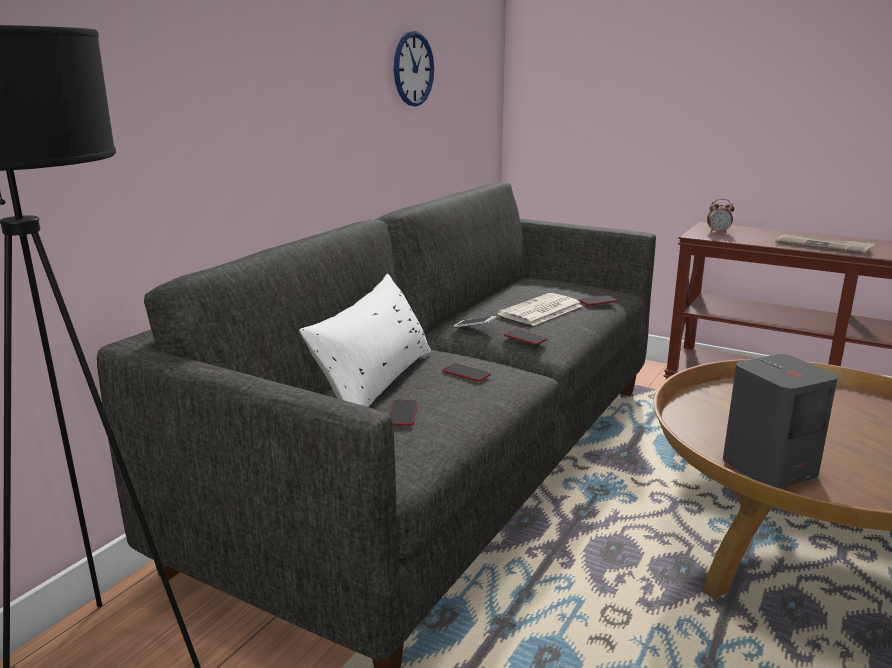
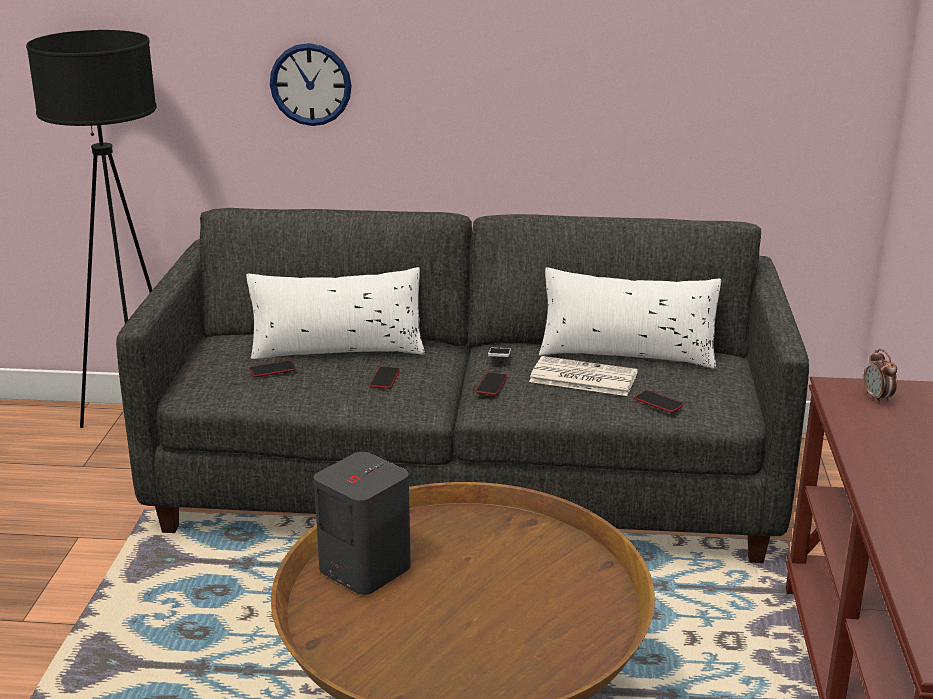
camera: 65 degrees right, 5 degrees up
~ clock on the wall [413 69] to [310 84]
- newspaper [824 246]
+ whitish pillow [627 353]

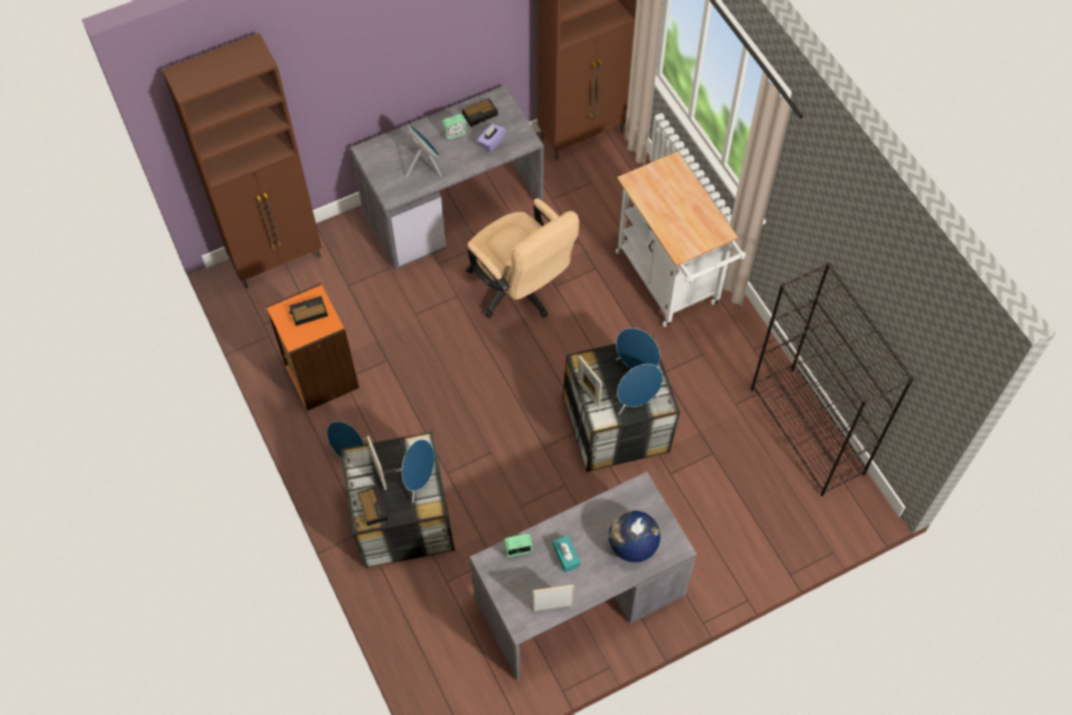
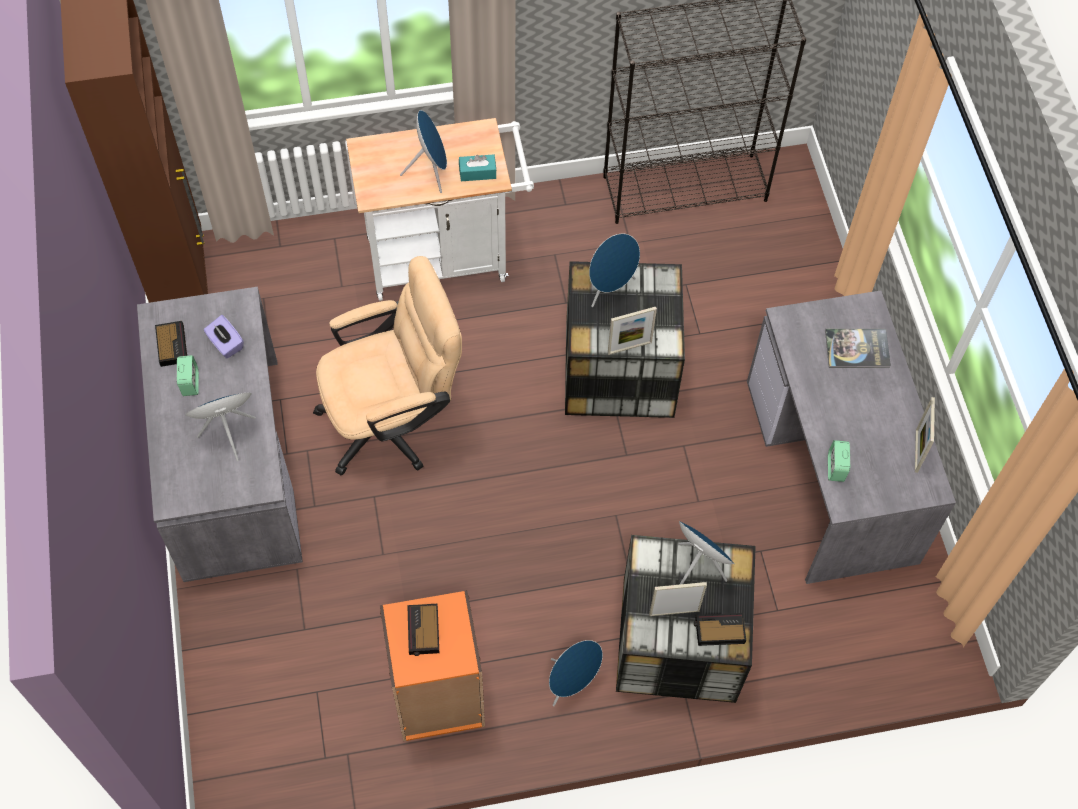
camera: 75 degrees left, 0 degrees up
- brownish storage cabinet [278 260]
~ turquoise-coloured box of tissues [566 556] to [477 172]
~ desk globe [632 545] to bound book [857 349]
~ blue-coloured speaker [636 401] to [431 171]

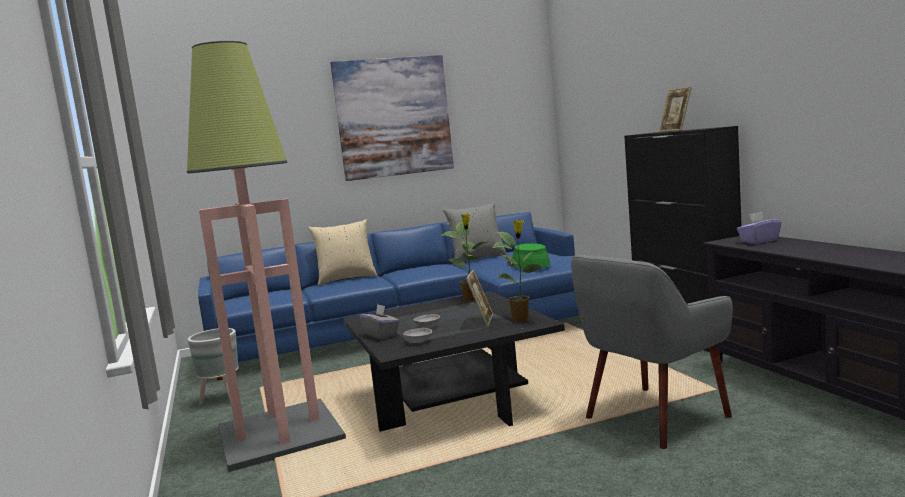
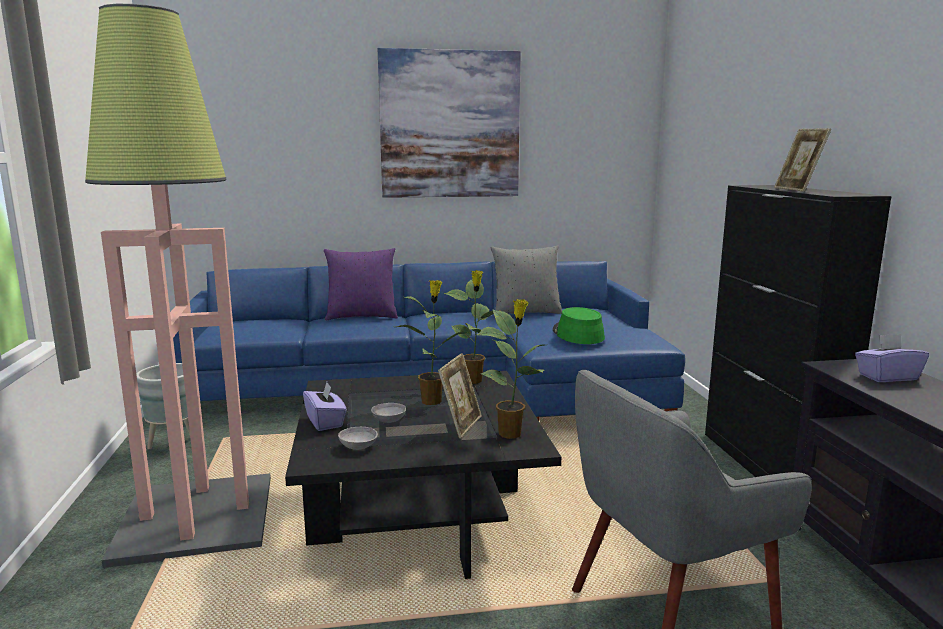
camera: 10 degrees right, 5 degrees up
~ beige-coloured pillow [346 279] to purple pillow [362 316]
~ grey box of tissues [381 335] to purple box of tissues [325 422]
+ potted plant [432 401]

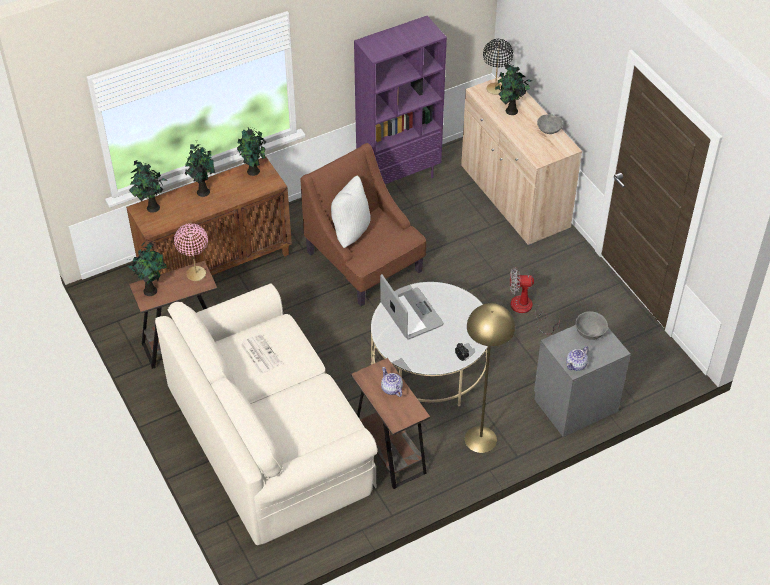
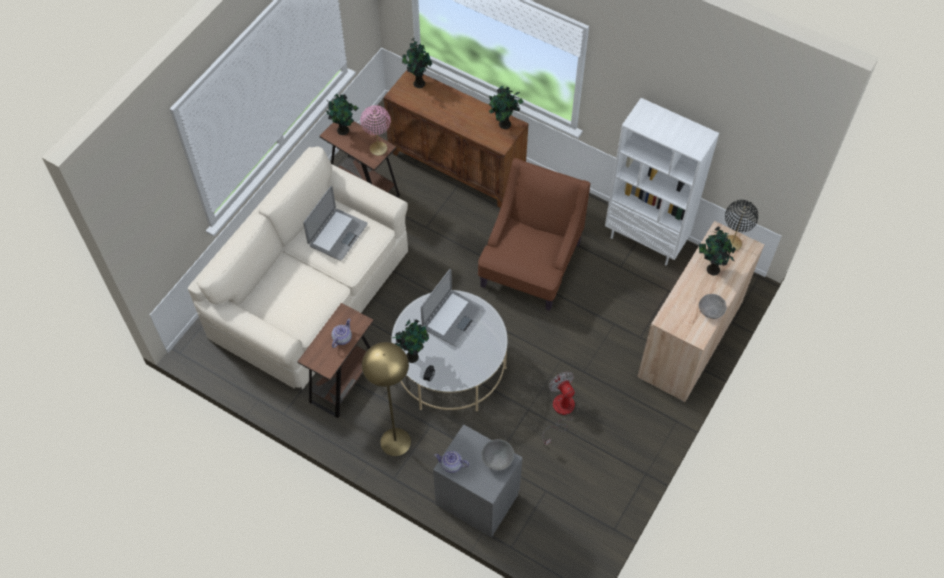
camera: 60 degrees right, 10 degrees up
~ potted plant [202 191] to [412 355]
~ newspaper [260 354] to portable computer [337 234]
- whitish pillow [350 231]
~ purple bookcase [399 178] to whitish bookcase [646 240]

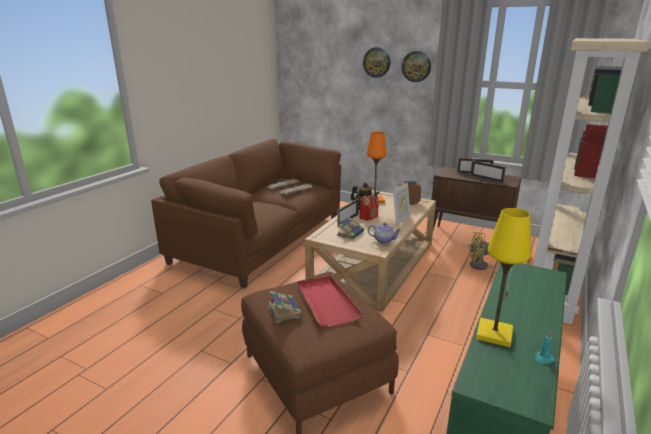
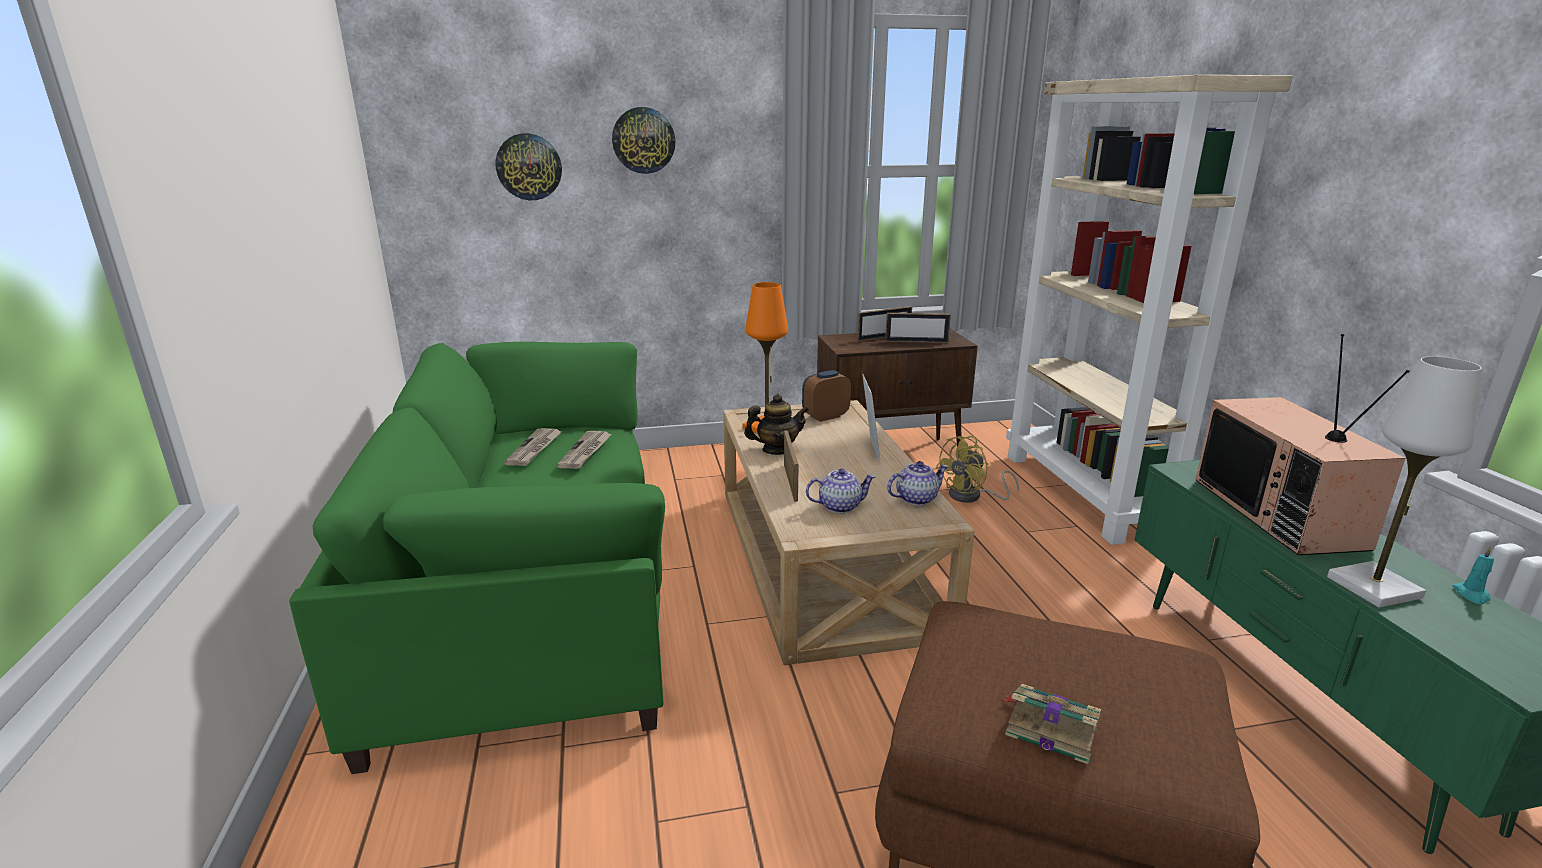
camera: 40 degrees left, 0 degrees up
~ brownish settee [261 239] to green-coloured settee [532 596]
- red serving tray [326 302]
~ bound book [350 233] to pot for tea [840 506]
- radio [369 217]
~ clock on the wall [416 66] to [529 167]
~ yellowish tabletop lamp [494 334] to whitish tabletop lamp [1373 587]
+ TV set [1282 513]

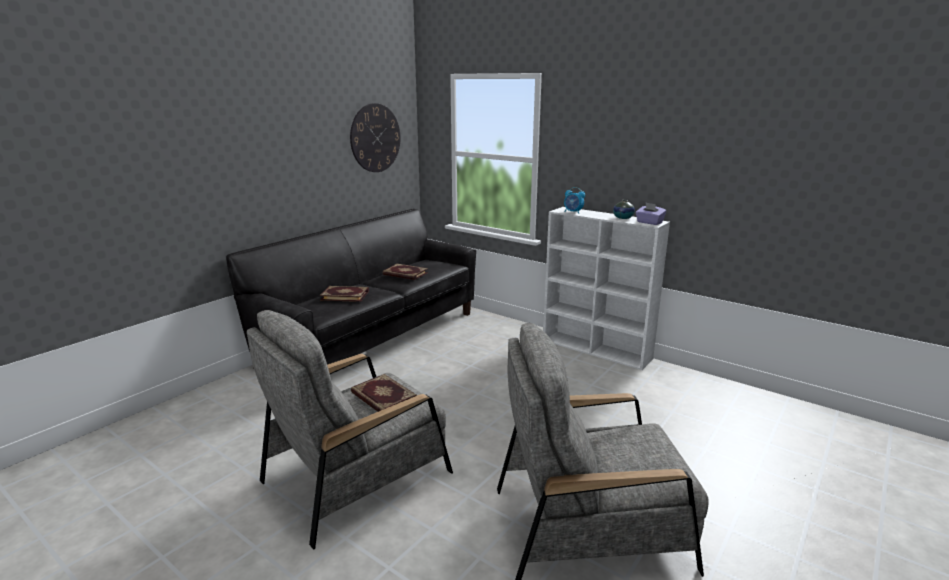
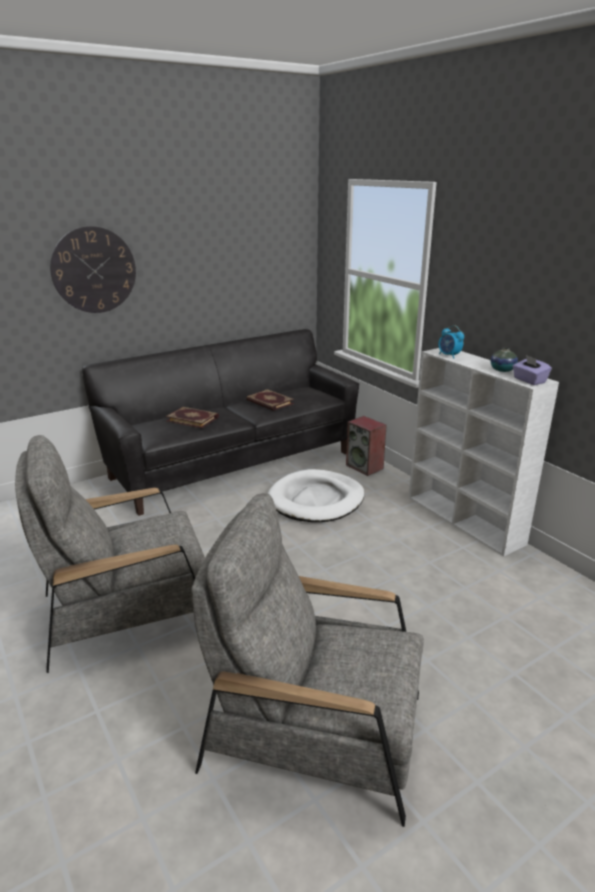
camera: 20 degrees right, 5 degrees up
~ clock on the wall [375 138] to [94 270]
- bound book [382 397]
+ whitish dog bed [316 500]
+ speaker [365 467]

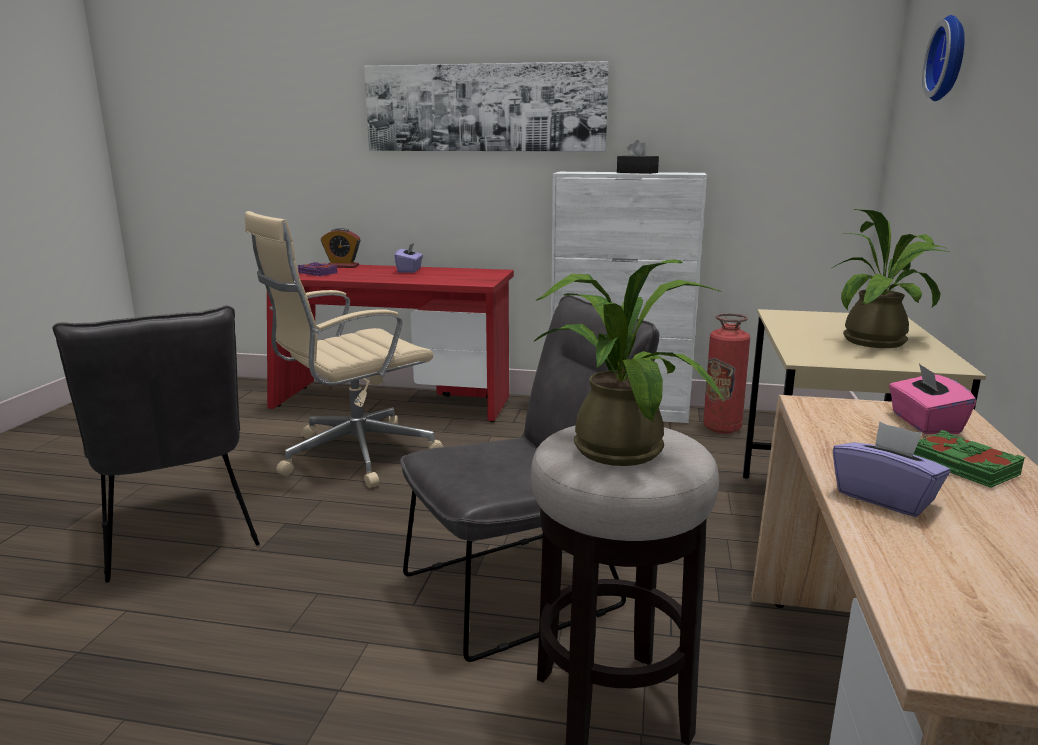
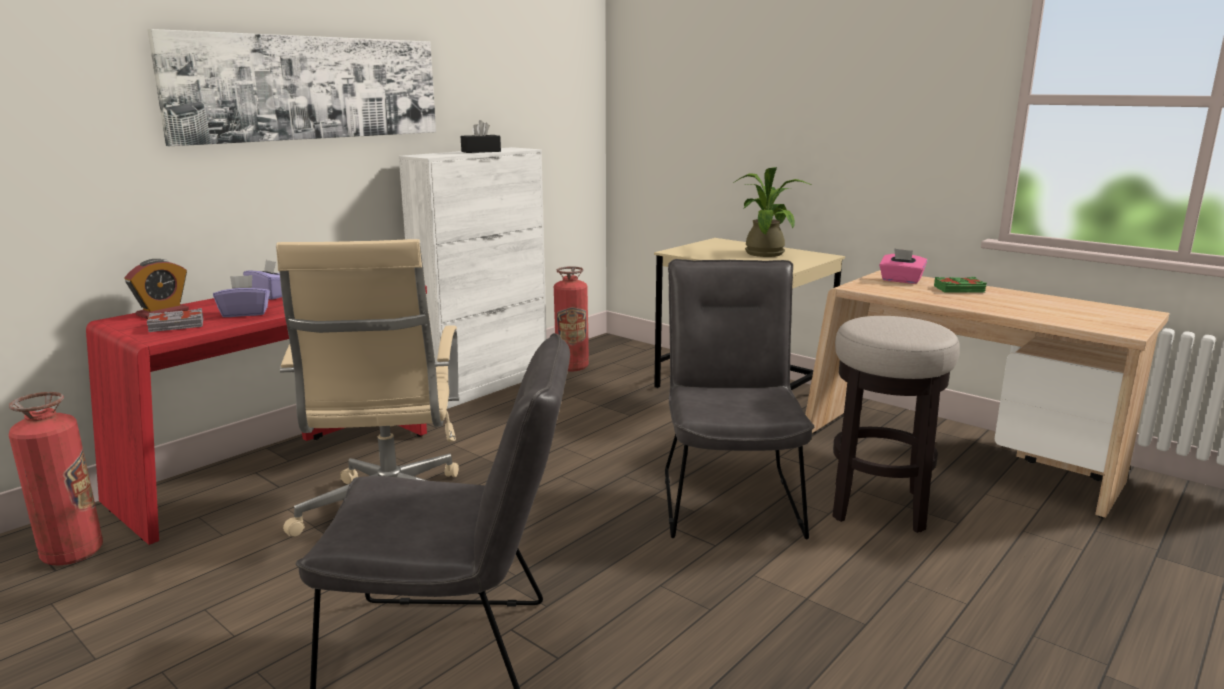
camera: 60 degrees left, 0 degrees up
~ purple bound book [317 273] to grey bound book [176 326]
- potted plant [615 445]
~ purple box of tissues [884 498] to [245 313]
- clock on the wall [951 58]
+ extinguisher [72 553]

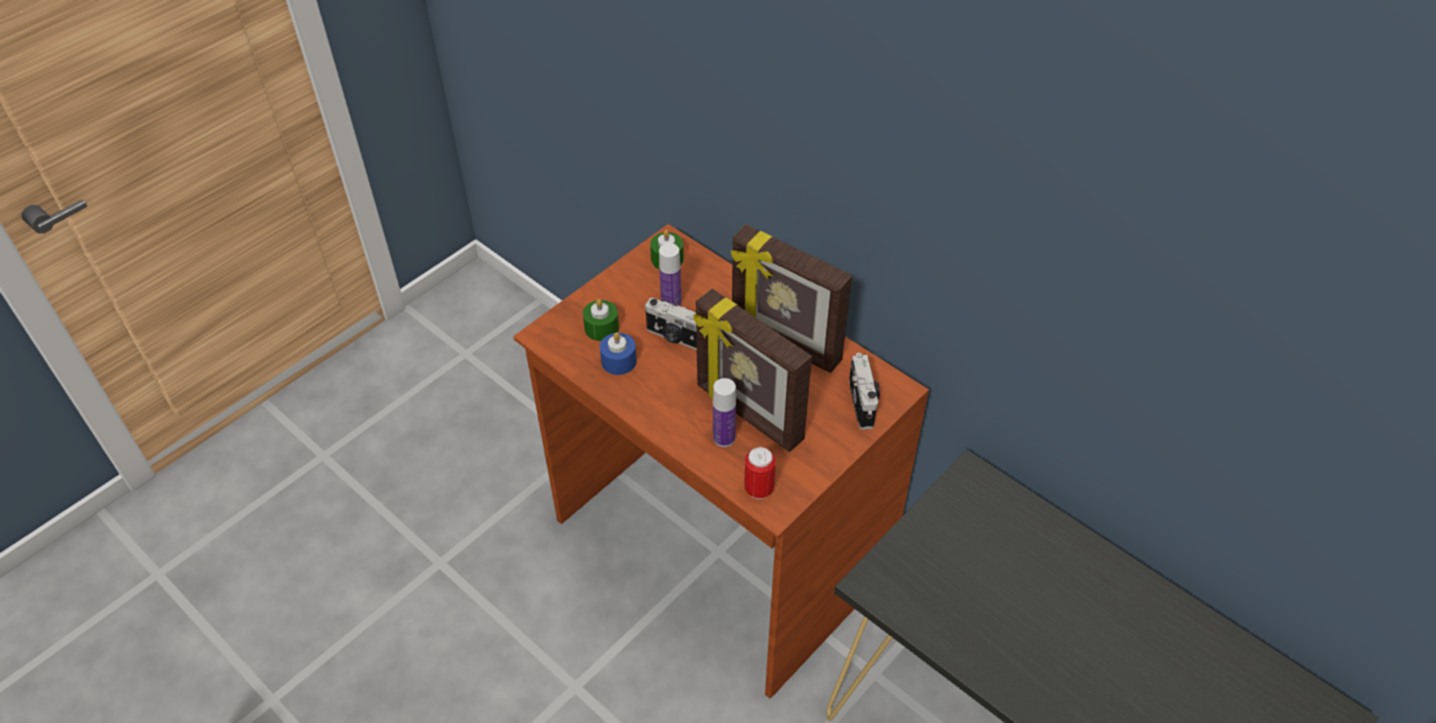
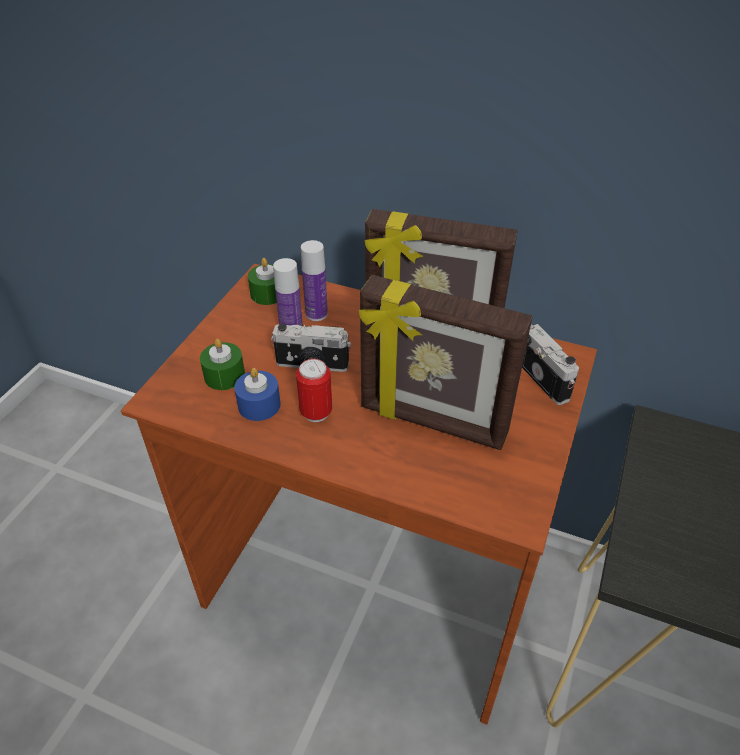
camera: 20 degrees left, 5 degrees down
~ drink bottle [724 438] to [316 314]
~ can [759 489] to [316 412]

